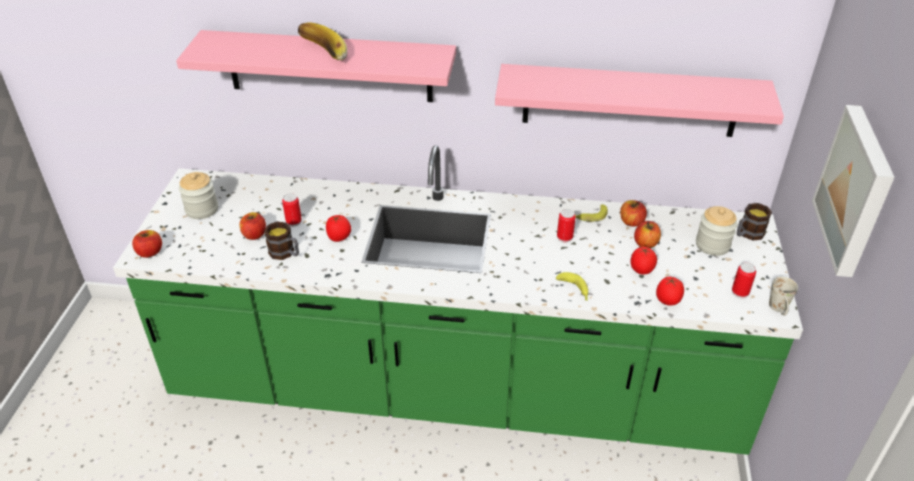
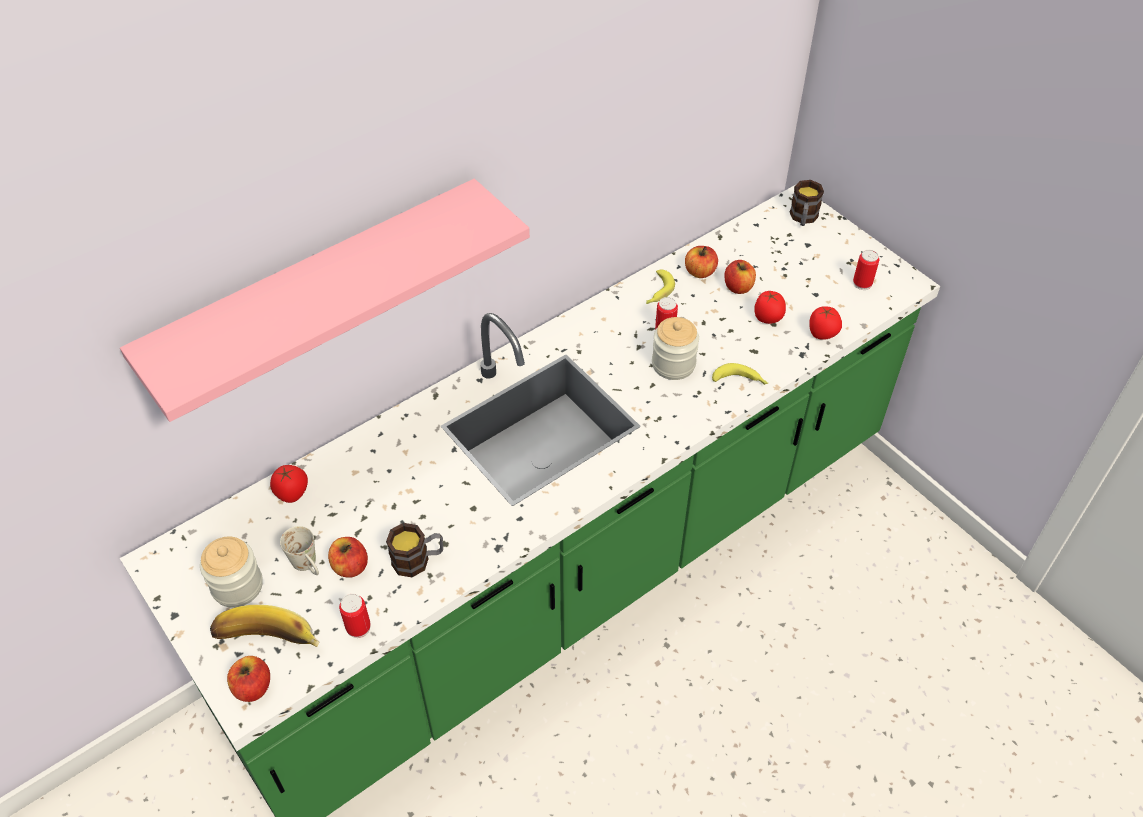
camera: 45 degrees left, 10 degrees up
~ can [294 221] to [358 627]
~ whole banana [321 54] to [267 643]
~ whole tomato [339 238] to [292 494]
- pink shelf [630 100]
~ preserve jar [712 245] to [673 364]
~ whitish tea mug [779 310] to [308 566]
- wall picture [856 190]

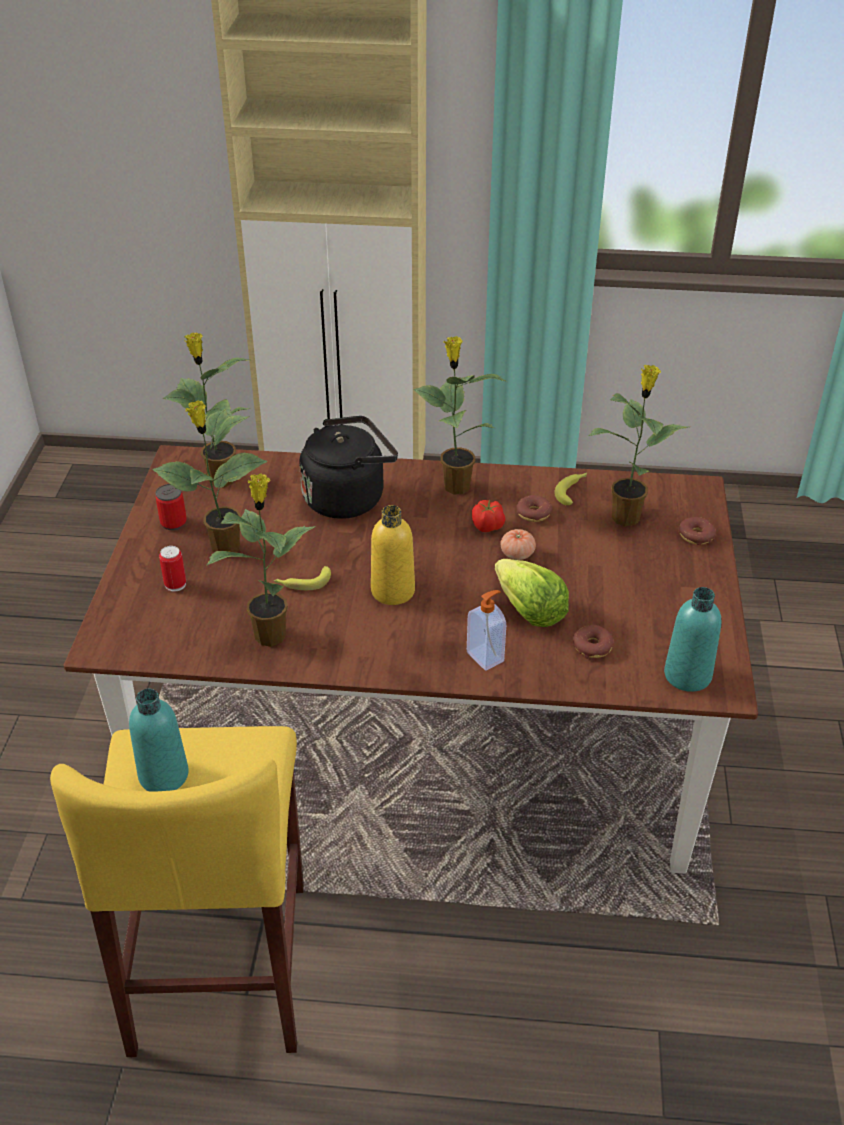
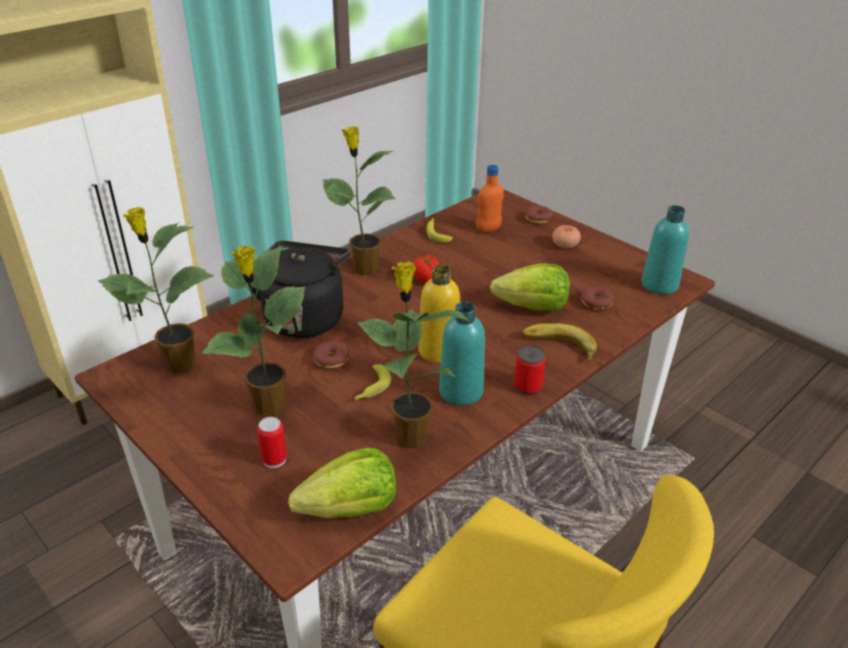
camera: 50 degrees left, 5 degrees down
~ turquoise-coloured drink bottle [163 775] to [461 391]
~ can [173 523] to [527 386]
~ liquid soap bottle [486 656] to whole banana [558 347]
~ whole tomato [517 554] to [565 245]
~ doughnut [533 513] to [331 360]
~ potted plant [626 516] to orange-coloured drink bottle [488 229]
+ lettuce [351 509]

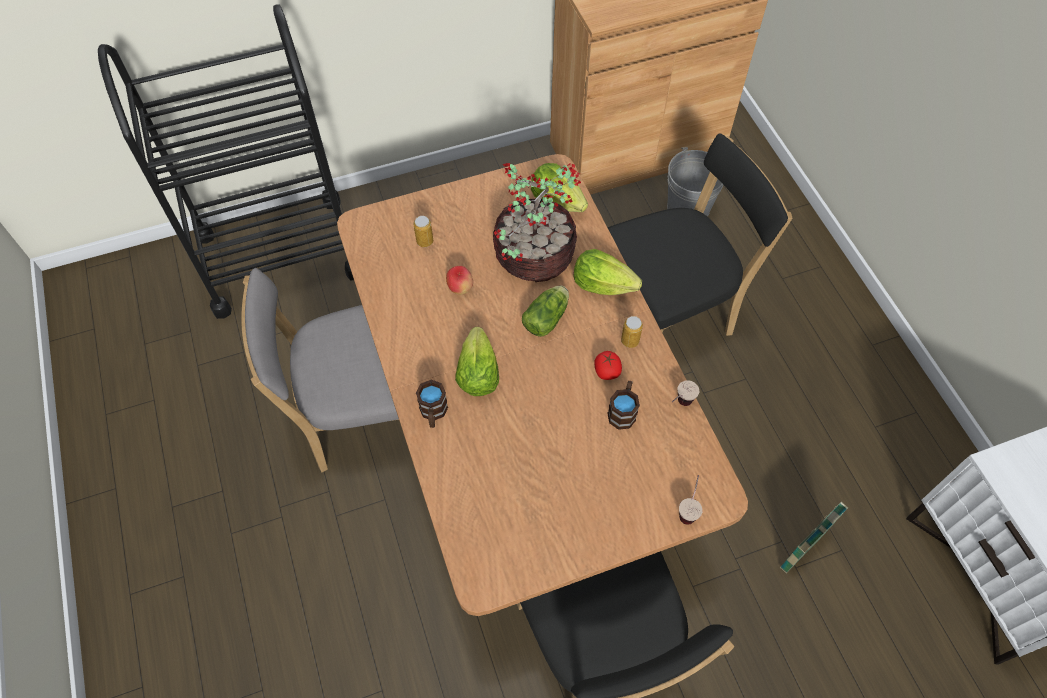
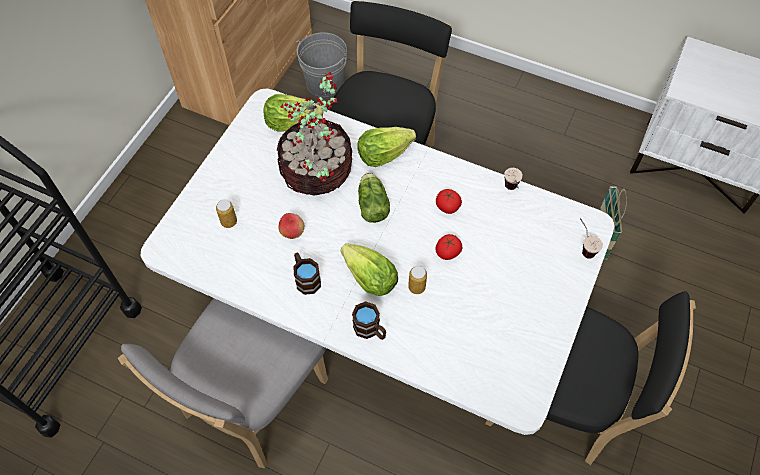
camera: 45 degrees left, 0 degrees up
~ brownish kitchen table [524 441] to whitish kitchen table [380 319]
~ brownish tea mug [623 411] to [305 278]
~ can [630 341] to [416 287]
+ whole tomato [447 252]

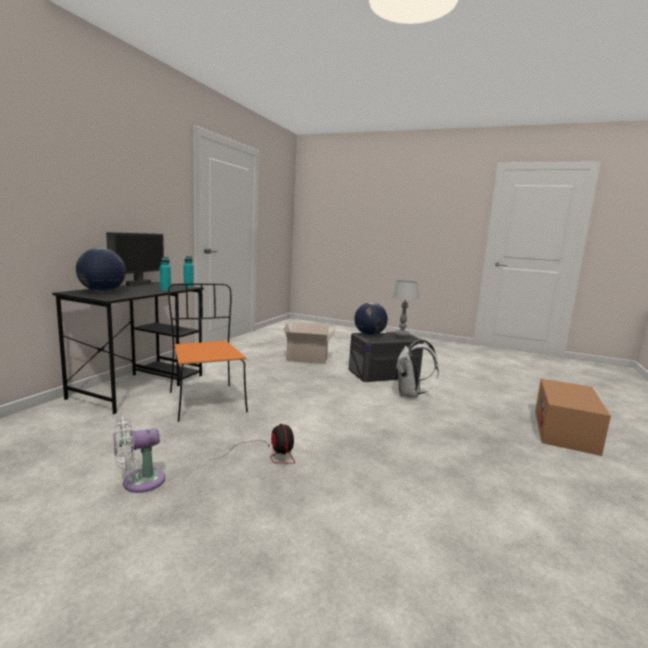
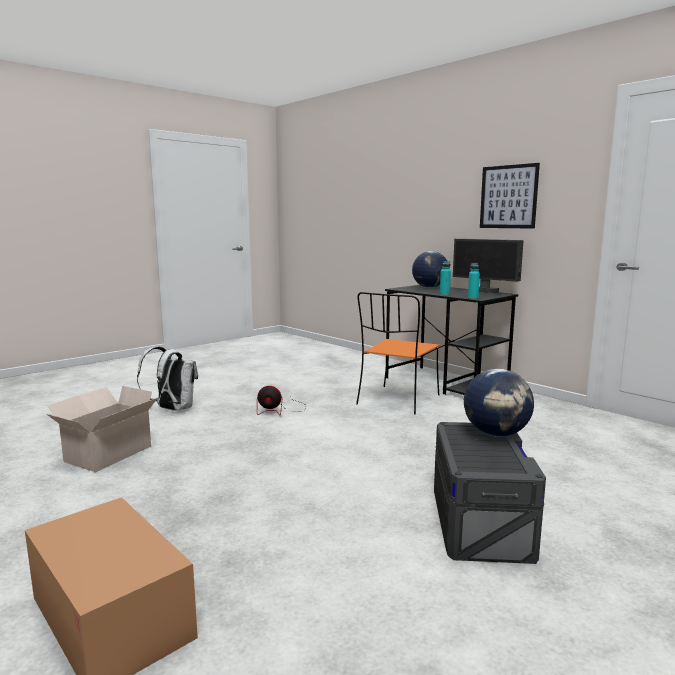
camera: 115 degrees right, 0 degrees up
- whitish fan [139 482]
~ orange-coloured upright chair [206 401] = [397 400] 120 degrees clockwise
~ cardboard box [308 358] to [106 454]
- tabletop lamp [401 335]
~ whitish backpack [410 395] to [172 409]
+ wall picture [508 197]

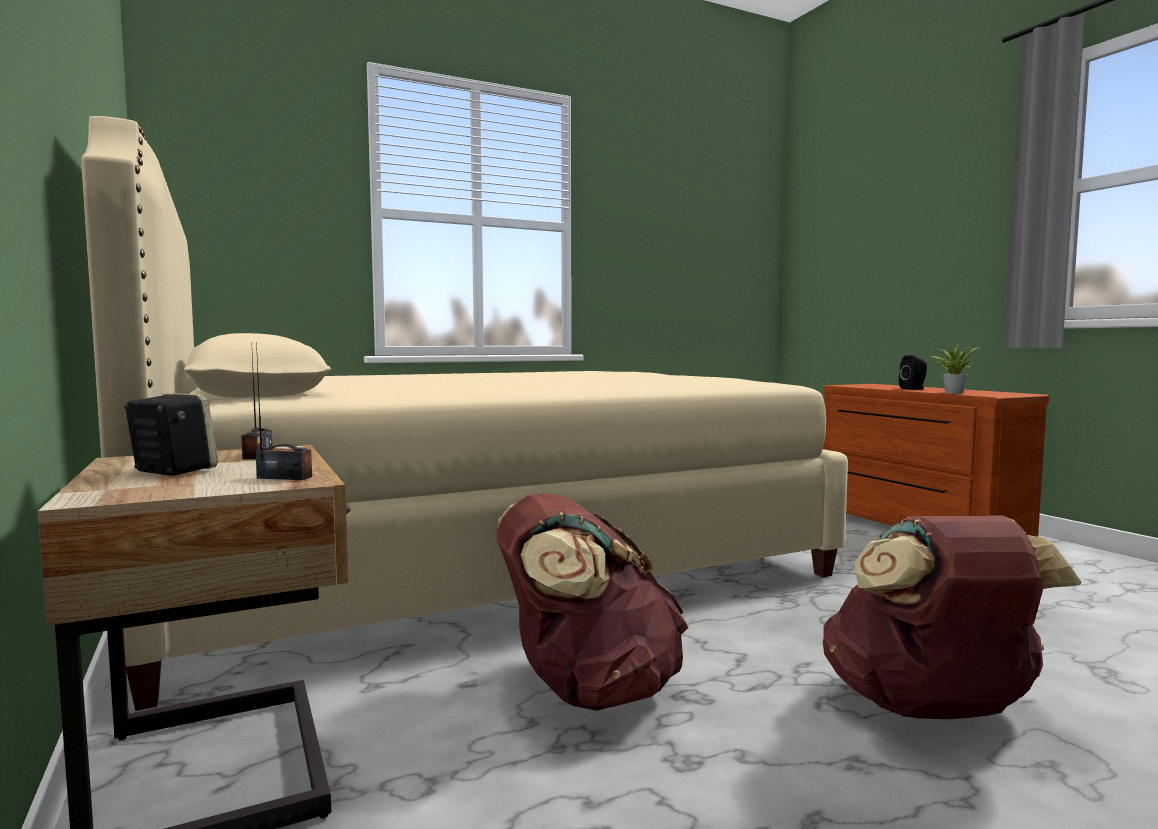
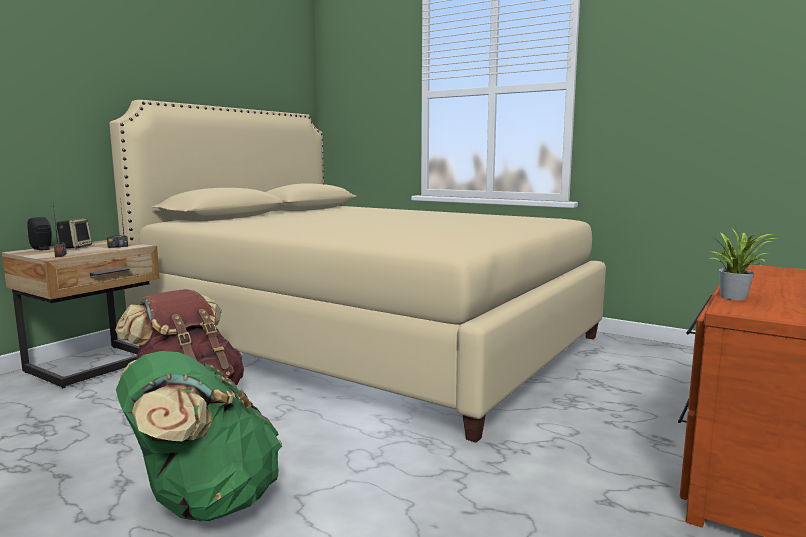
camera: 60 degrees right, 5 degrees up
~ brownish backpack [931 710] to green-coloured backpack [204 503]
~ black speaker [914 389] to [43 249]

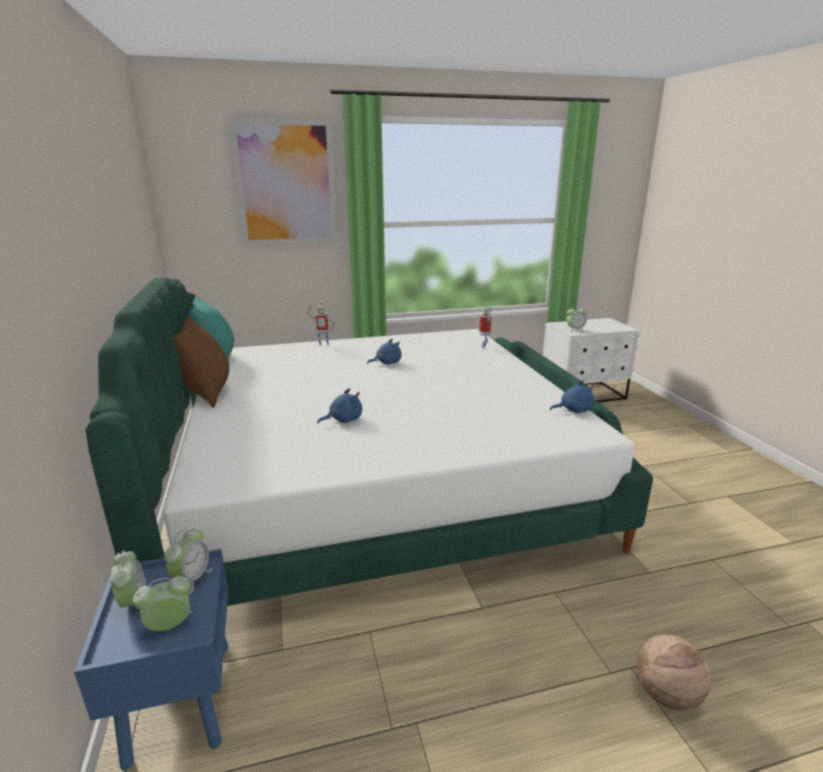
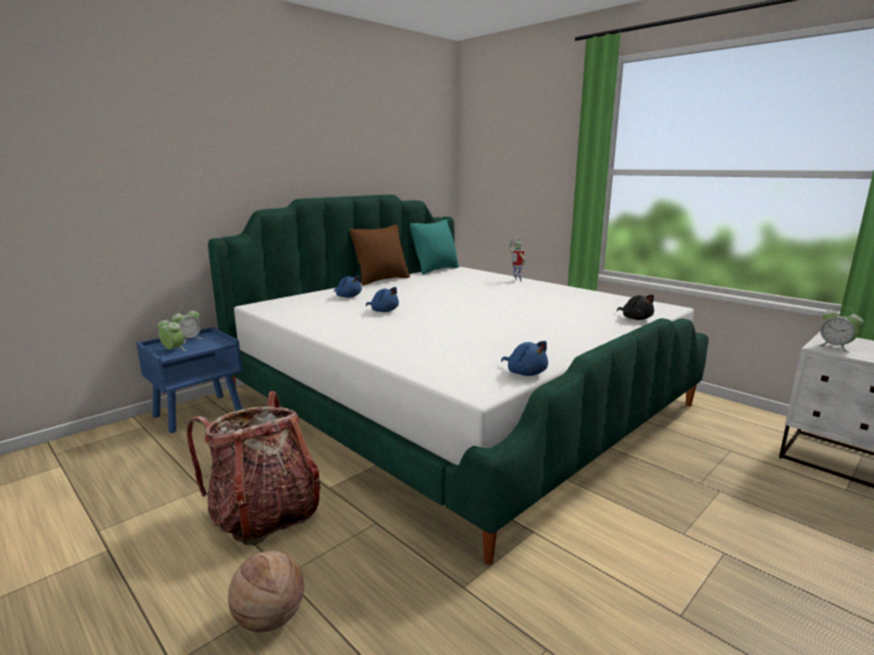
camera: 60 degrees right, 5 degrees down
- alarm clock [192 579]
- wall picture [286 184]
~ blue-coloured plush toy [387 363] to [348 296]
~ robot figure [484 347] to black plush toy [635 318]
+ backpack [265 514]

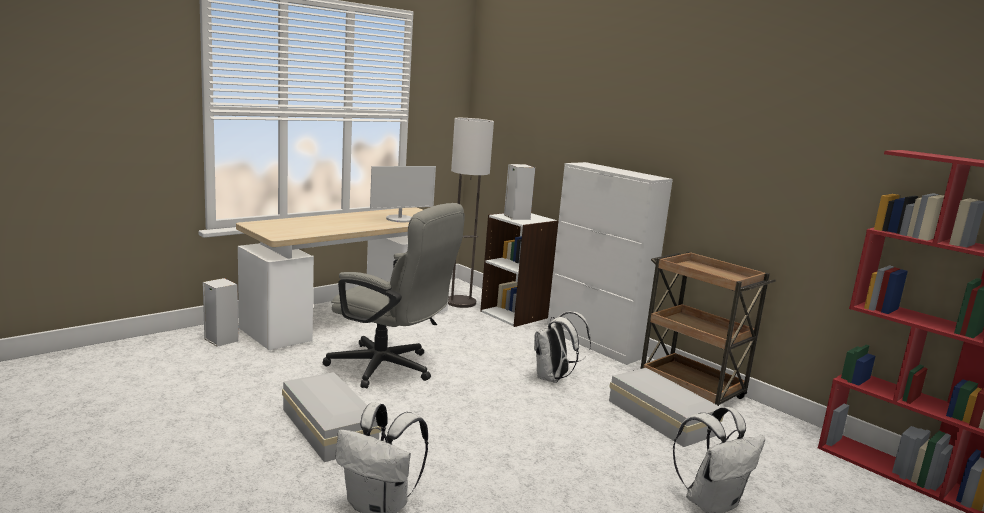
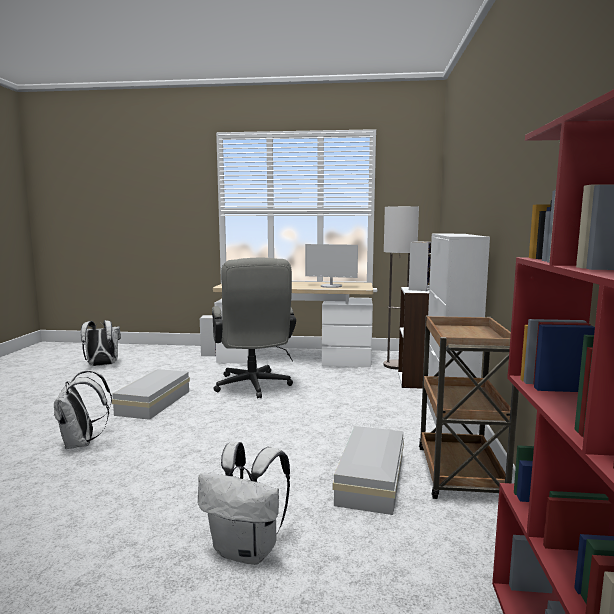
camera: 50 degrees right, 5 degrees down
~ whitish backpack [553 378] to [102 365]

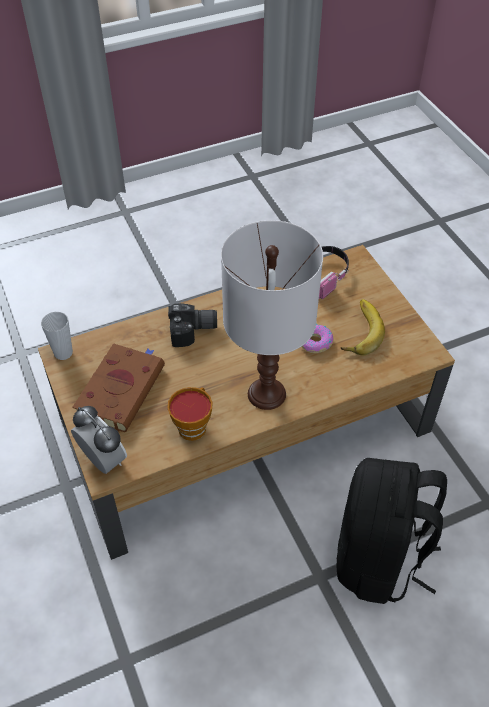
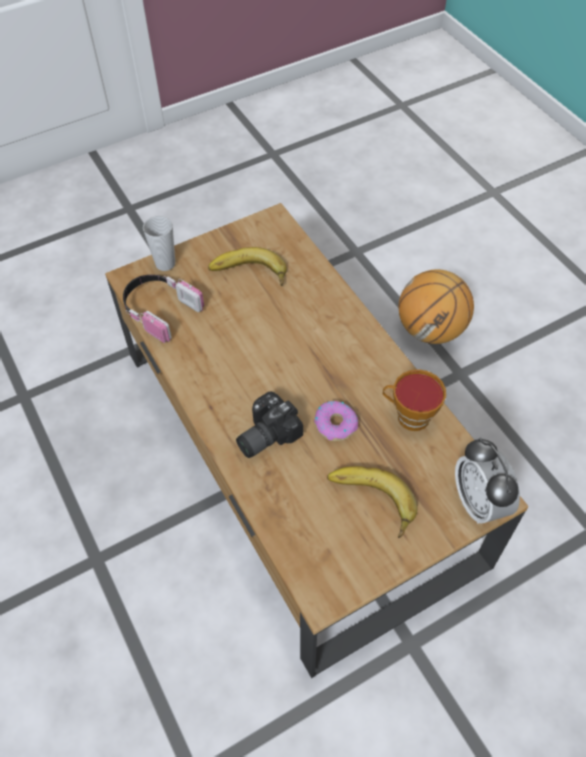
camera: 95 degrees left, 5 degrees up
~ drinking cup [63 353] to [165 264]
~ alarm clock [103 460] = [478 502] 60 degrees counterclockwise
~ brownish bound book [121 389] to whole banana [369 502]
~ still camera [193 331] = [264 434] 120 degrees counterclockwise
- whitish tabletop lamp [266 393]
~ doughnut [315 342] to [335 424]
~ black backpack [379 559] to ball for basketball [431 329]

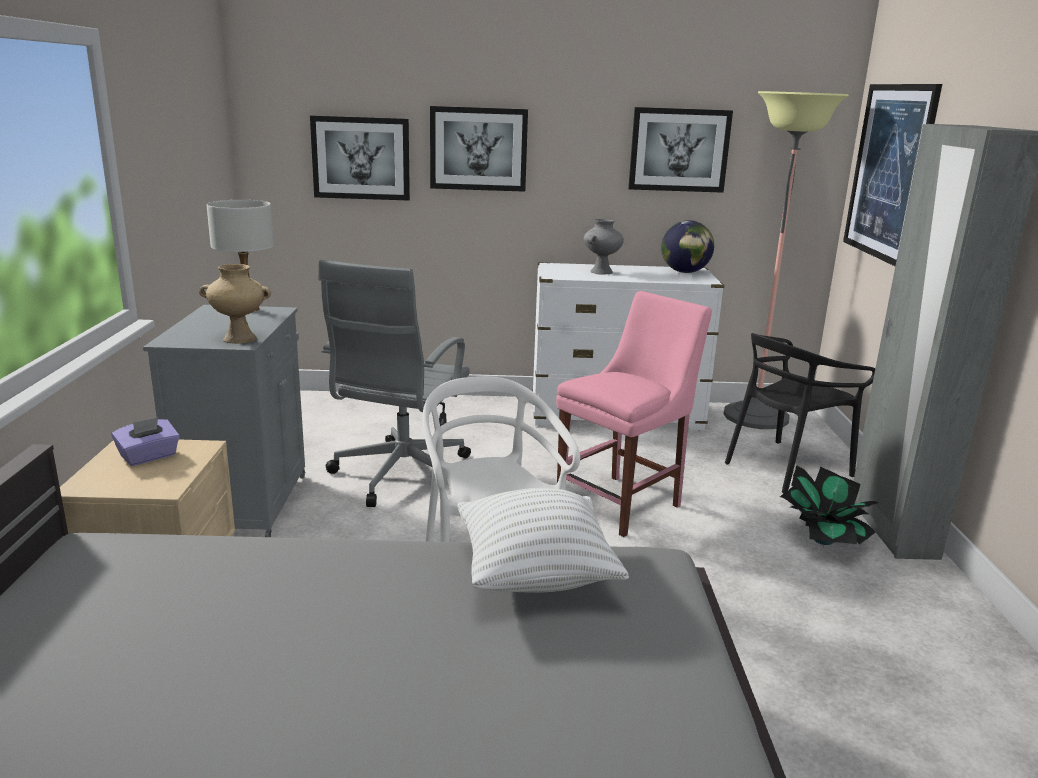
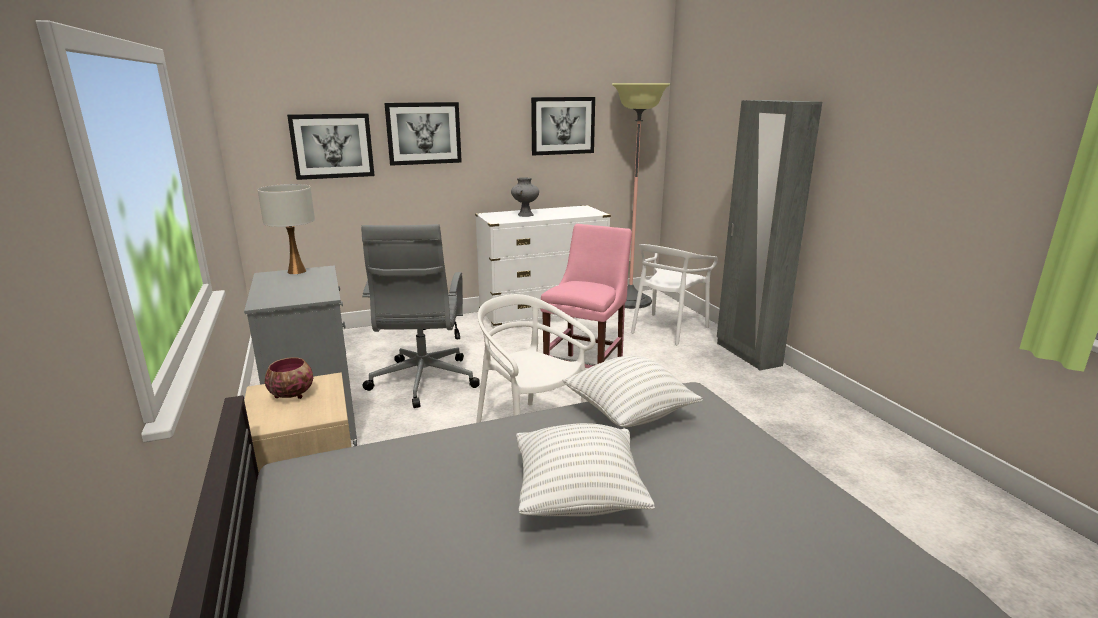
camera: 20 degrees left, 0 degrees up
~ purple box of tissues [149 457] to deep dish [291 395]
- beige-coloured flower vase [240 339]
- desk globe [685 272]
~ black upright chair [786 467] to whitish upright chair [667 329]
- potted plant [823 539]
- wall picture [889 172]
+ whitish pillow [578 497]

